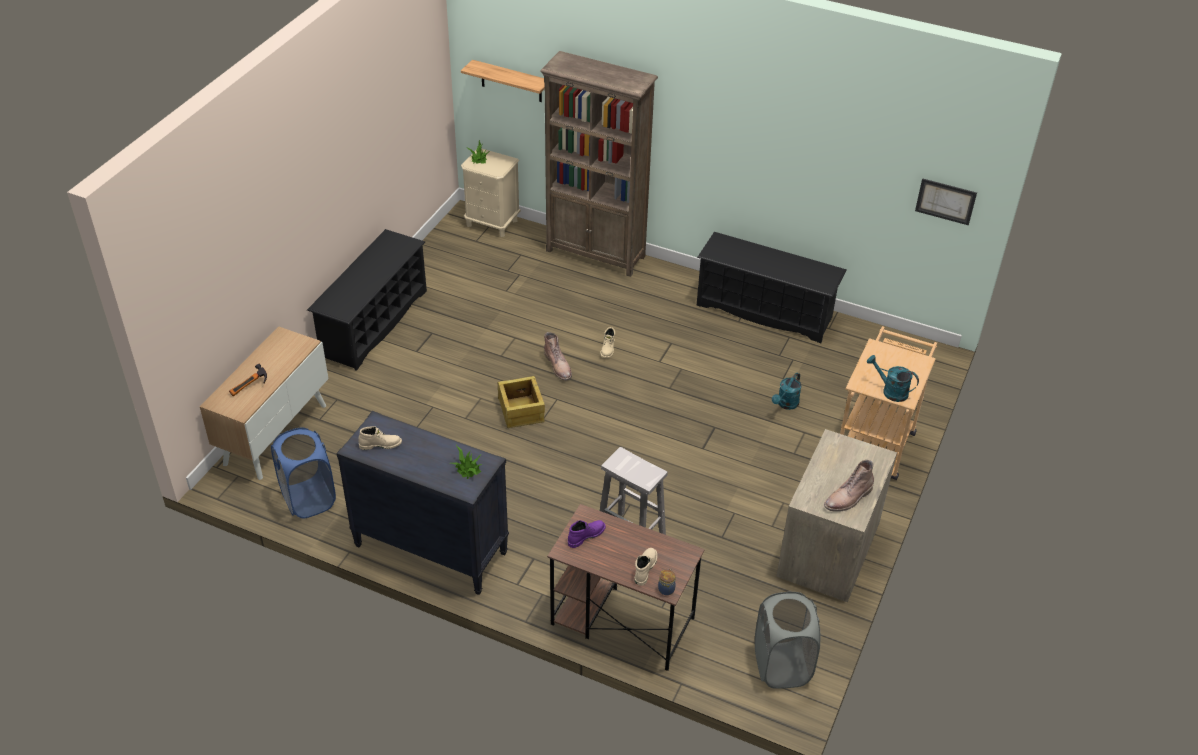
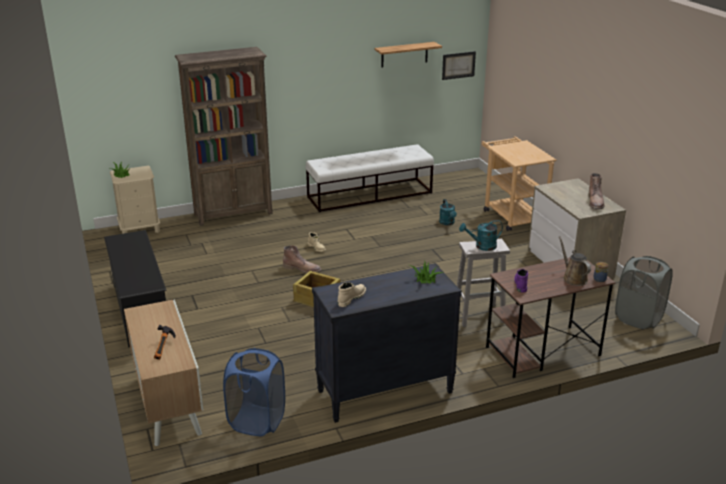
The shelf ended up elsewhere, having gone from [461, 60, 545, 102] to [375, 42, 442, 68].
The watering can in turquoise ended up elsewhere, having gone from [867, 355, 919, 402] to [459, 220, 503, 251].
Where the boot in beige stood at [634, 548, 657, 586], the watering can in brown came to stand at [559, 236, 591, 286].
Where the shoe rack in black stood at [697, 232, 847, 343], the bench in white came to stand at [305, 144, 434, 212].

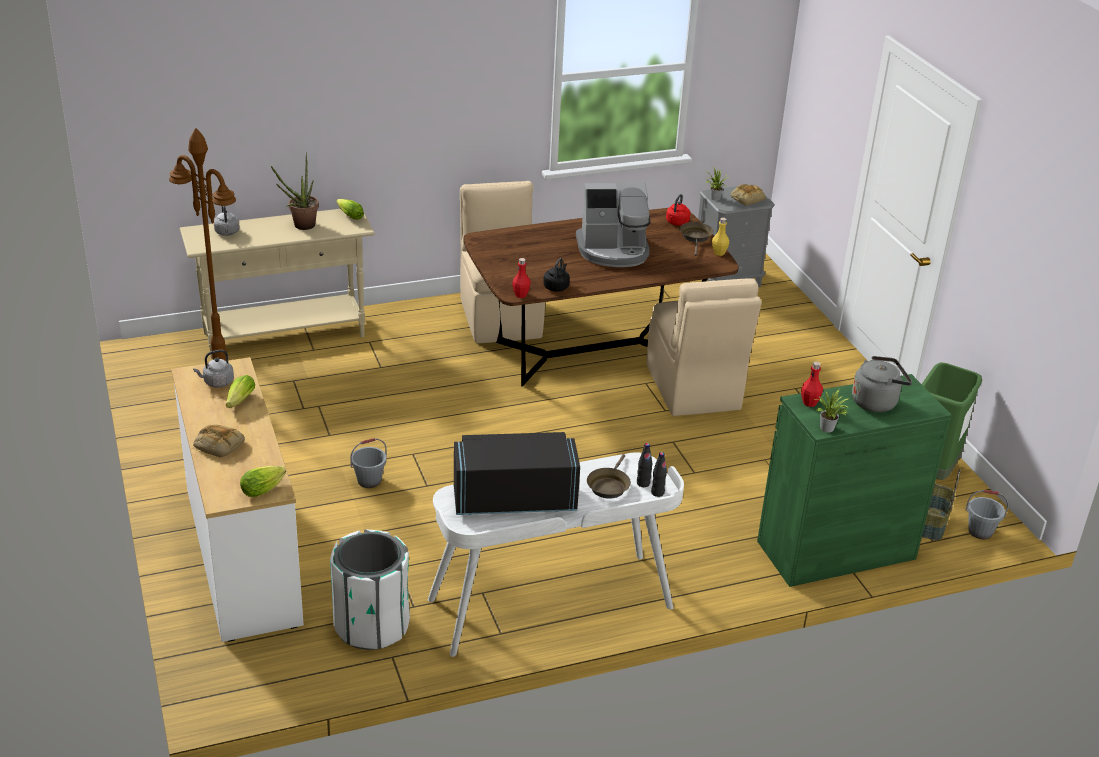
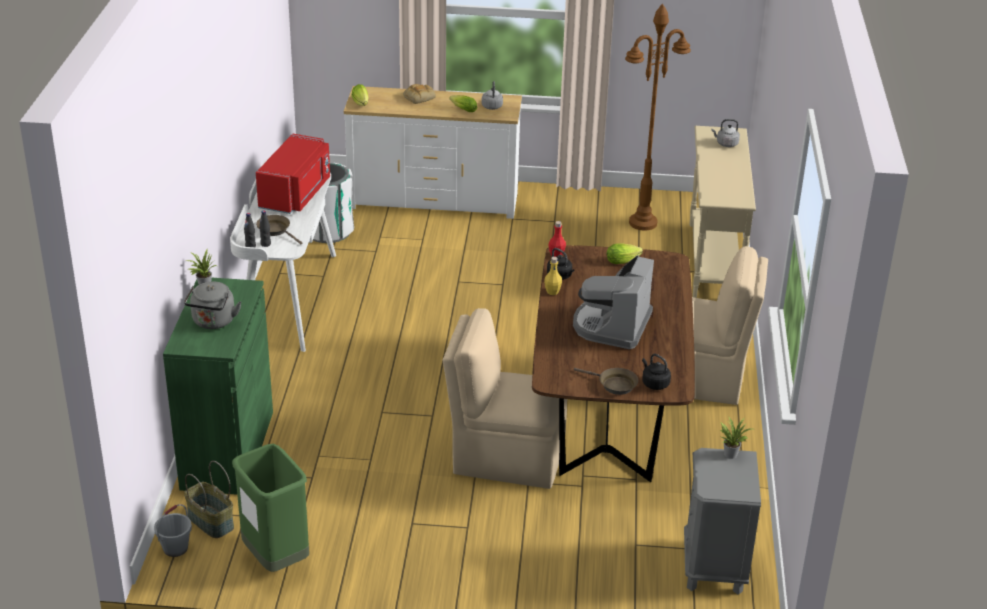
The second view lost the potted plant at [271, 152, 319, 230].
The second view lost the bucket in grey at [350, 438, 387, 488].
The second view lost the bread at [731, 184, 766, 206].
The second view lost the bottle in red at [801, 361, 823, 407].
The lettuce ended up elsewhere, having gone from [336, 199, 364, 220] to [607, 244, 643, 264].
The bottle in yellow ended up elsewhere, having gone from [712, 218, 729, 256] to [544, 257, 562, 295].
What was the microwave in black at [454, 432, 580, 515] turned into the microwave in red at [256, 133, 330, 214].
What was the kettle in red at [666, 194, 690, 226] turned into the kettle in black at [642, 354, 671, 390].

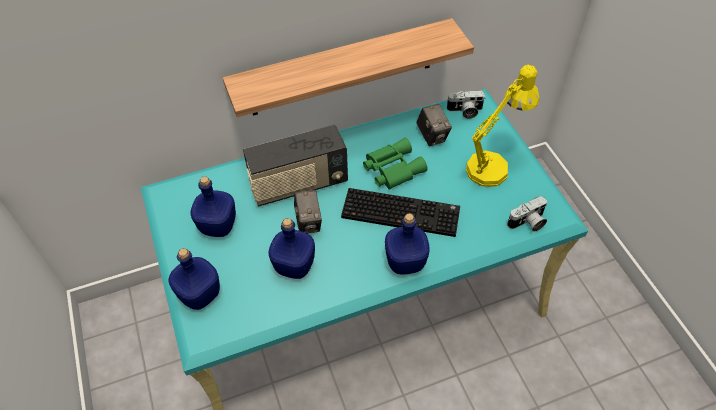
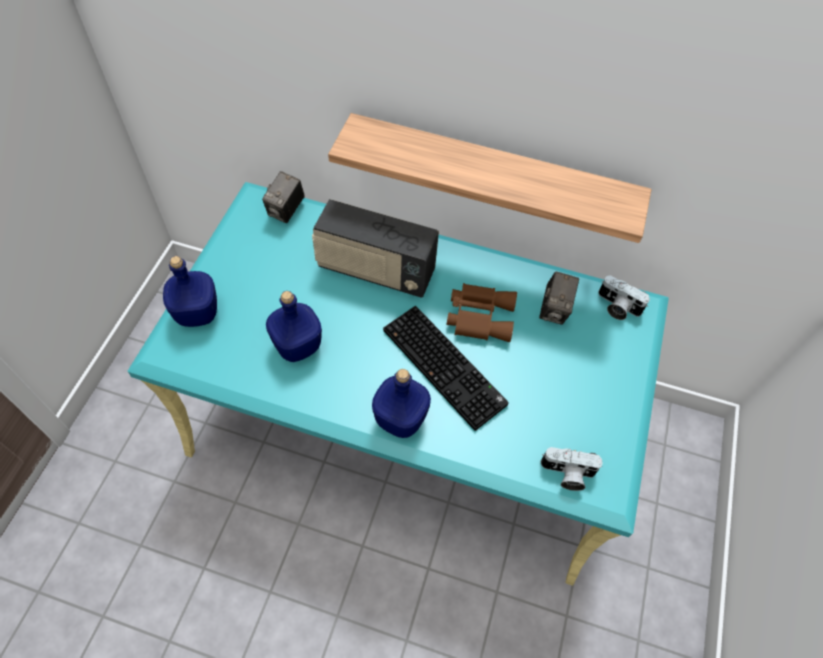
The second view lost the bottle in blue at [190, 176, 236, 237].
The second view lost the table lamp in yellow at [466, 65, 539, 187].
The photo camera ended up elsewhere, having gone from [294, 190, 322, 234] to [262, 171, 305, 223].
What was the binoculars in green at [363, 138, 428, 190] turned into the binoculars in brown at [446, 283, 517, 342].

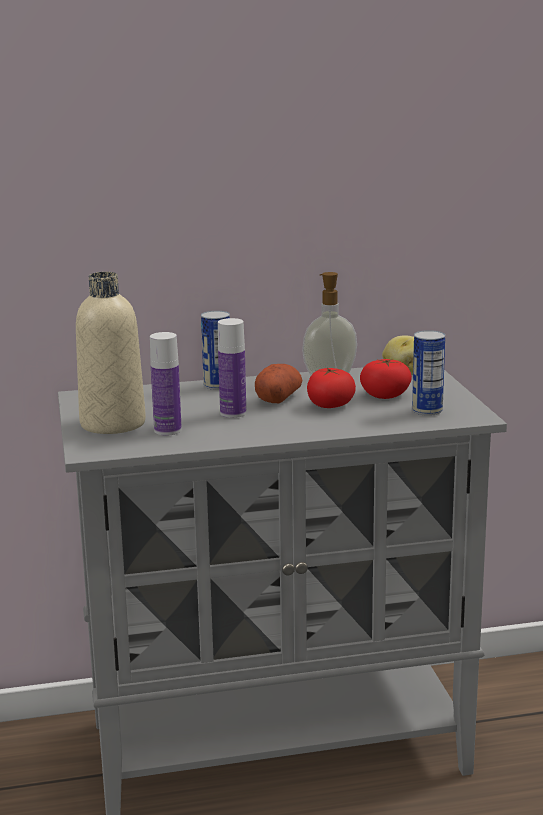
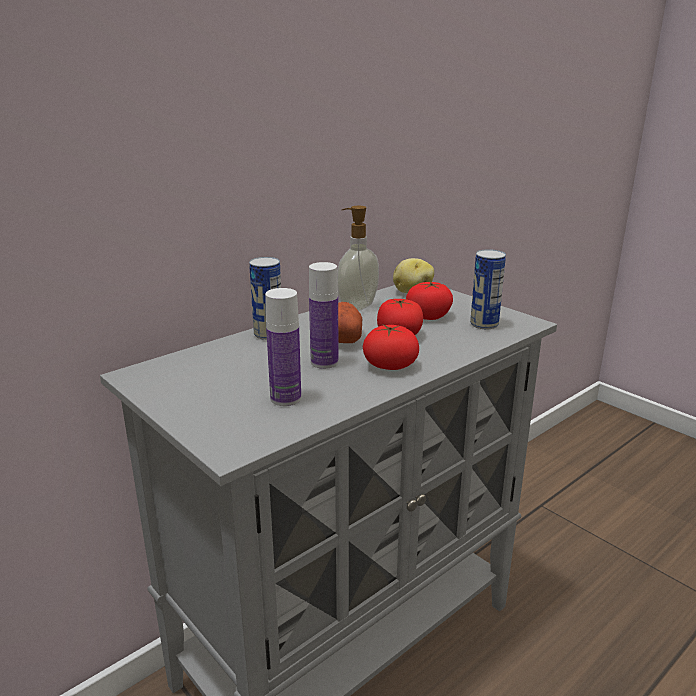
The second view lost the bottle in beige at [76, 272, 146, 434].
The second view gained the tomato at [363, 324, 419, 370].

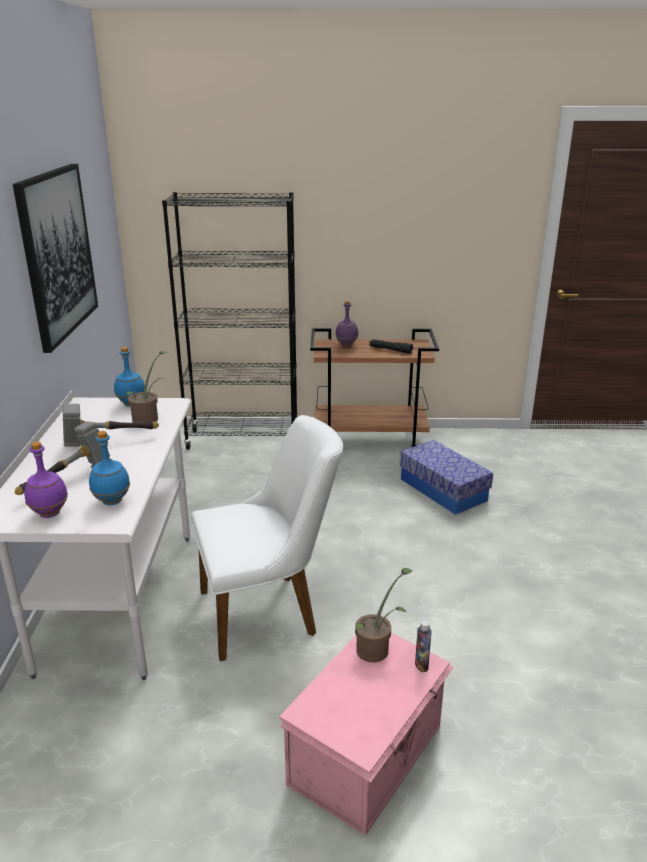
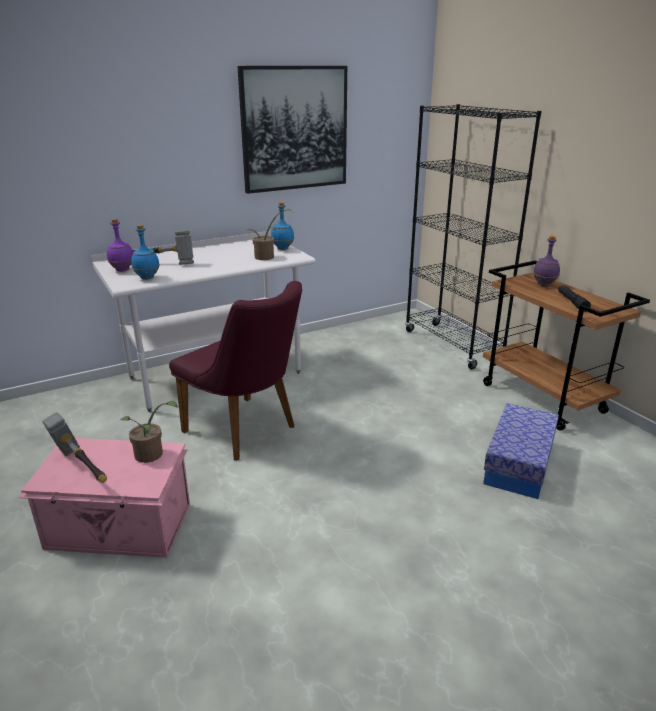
The second view lost the bottle at [415, 620, 431, 672].
The hammer ended up elsewhere, having gone from [63, 404, 159, 447] to [42, 412, 107, 483].
What was the chair in white at [191, 415, 343, 661] turned into the chair in purple at [169, 281, 302, 460].

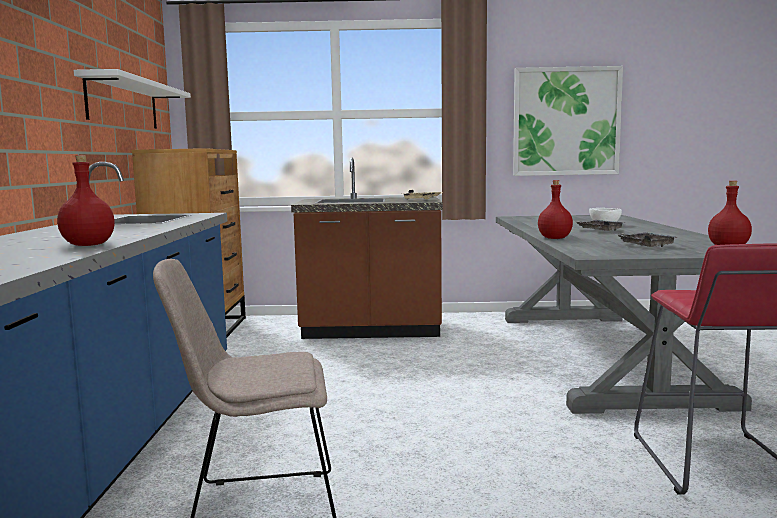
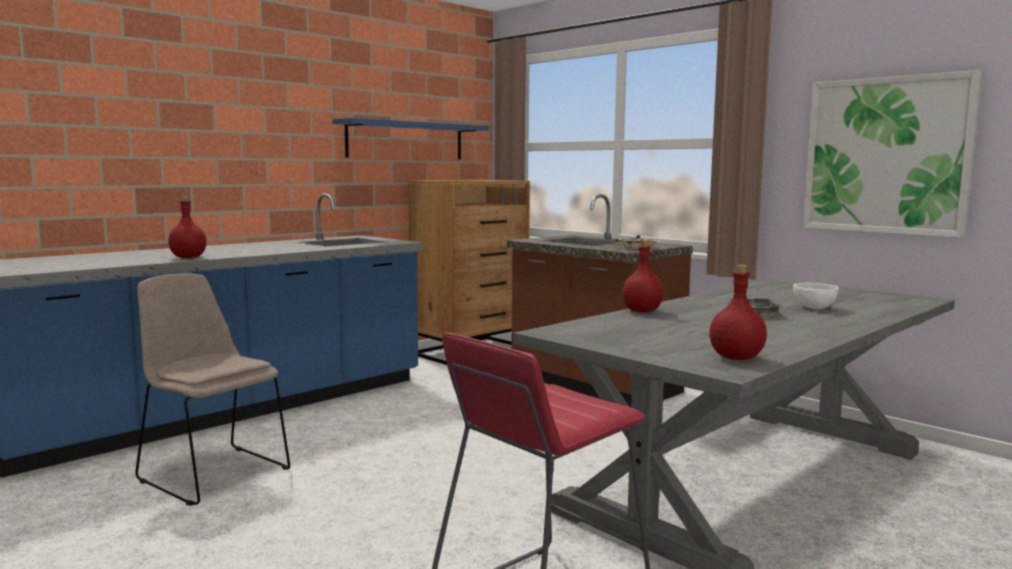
The second view lost the tray in grey at [616, 232, 678, 247].
What was the shelf in white at [74, 69, 191, 129] turned into the shelf in blue at [332, 118, 490, 160].

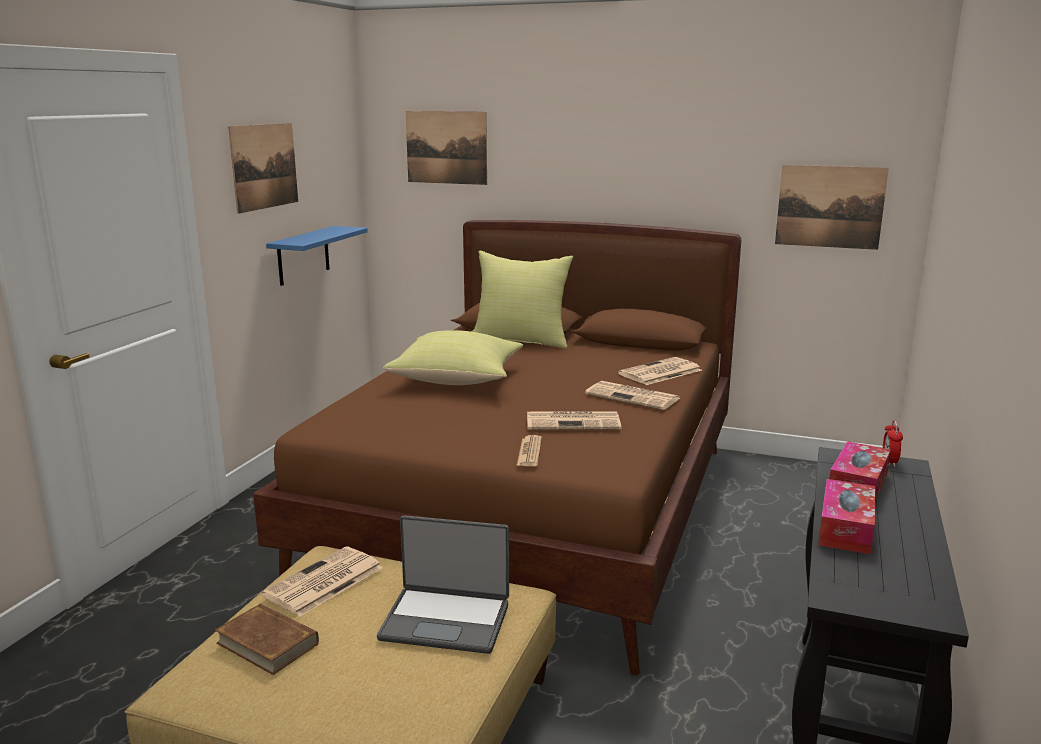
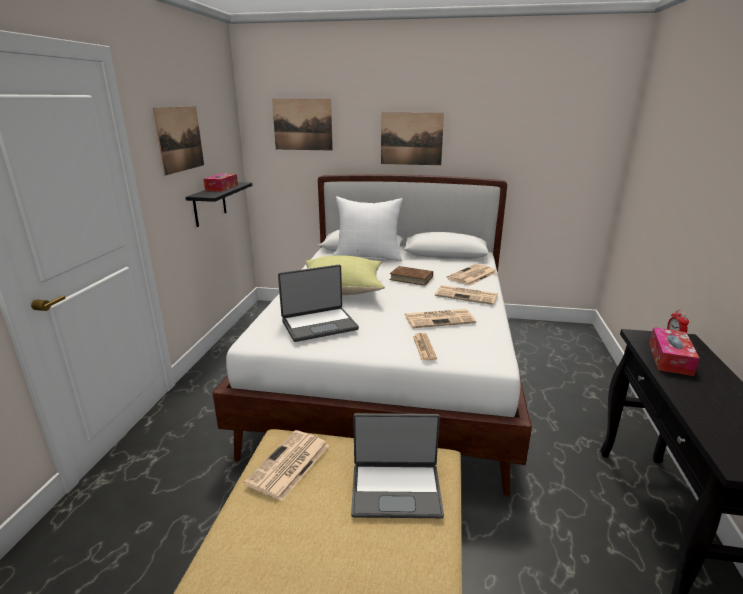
The second view gained the laptop at [278, 265, 359, 342].
The book in brown ended up elsewhere, having gone from [215, 603, 319, 675] to [390, 266, 433, 286].
The picture ended up elsewhere, having gone from [775, 165, 889, 250] to [381, 112, 444, 165].
The tissue box ended up elsewhere, having gone from [818, 479, 875, 554] to [204, 174, 238, 192].
What was the bed in brown at [253, 220, 741, 676] turned into the bed in white at [212, 174, 532, 496].
What was the shelf in blue at [266, 226, 368, 286] turned into the shelf in black at [185, 182, 252, 227].
What was the pillow in yellow at [472, 250, 573, 348] turned into the pillow in white at [333, 196, 403, 261].

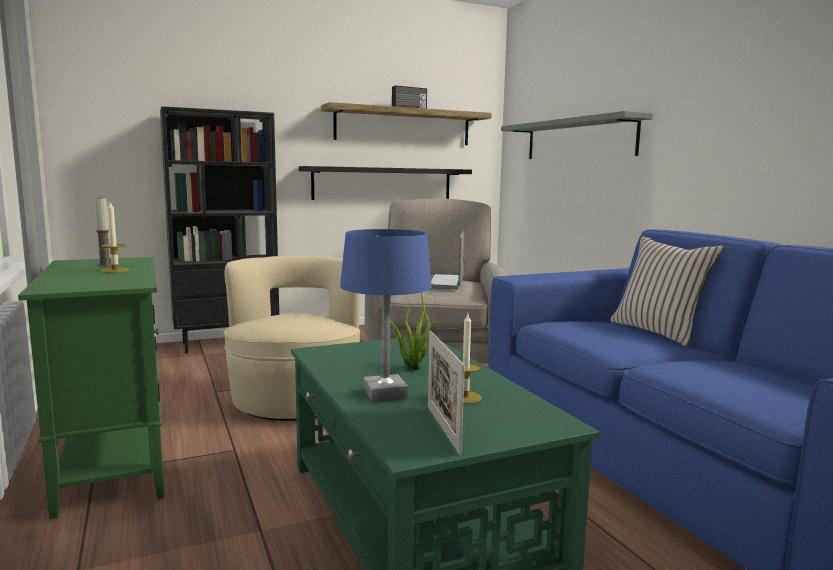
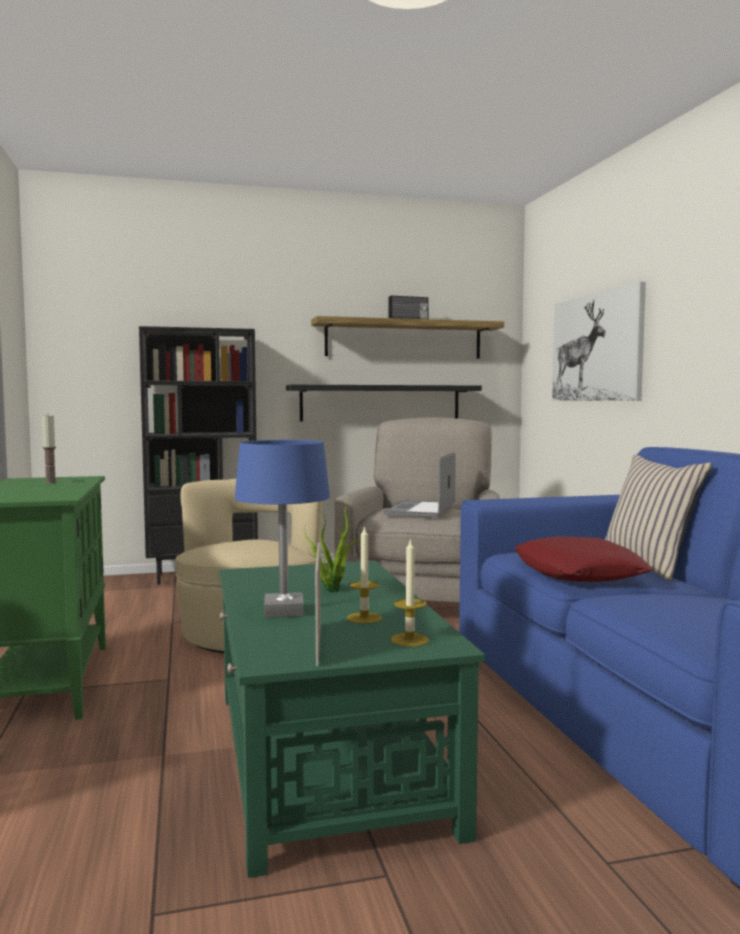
The second view gained the pillow in red at [515, 536, 653, 582].
The candle ended up elsewhere, having gone from [101, 202, 130, 273] to [391, 538, 429, 647].
Where the shelf in grey hung at [501, 111, 653, 159], the picture came to hang at [552, 282, 646, 401].

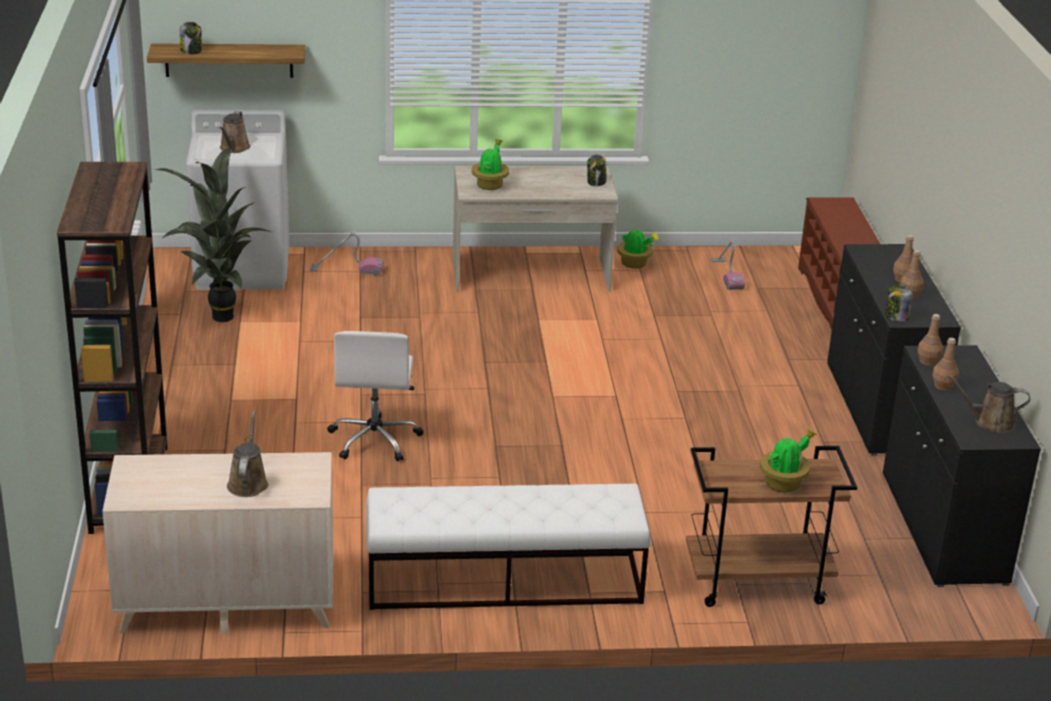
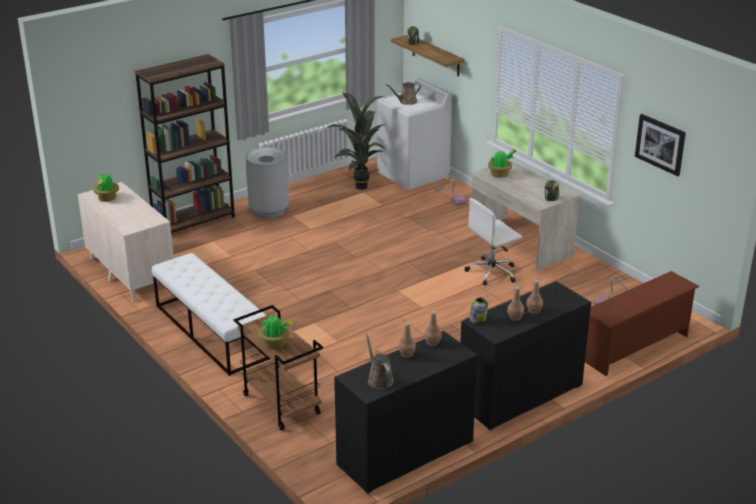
The second view lost the watering can in brown at [227, 411, 268, 497].
The second view gained the trash can in grey at [245, 147, 289, 218].
The second view gained the picture at [635, 114, 686, 176].
The office chair in white ended up elsewhere, having gone from [327, 331, 424, 461] to [464, 198, 522, 286].
The potted plant ended up elsewhere, having gone from [617, 228, 659, 269] to [93, 174, 119, 202].

